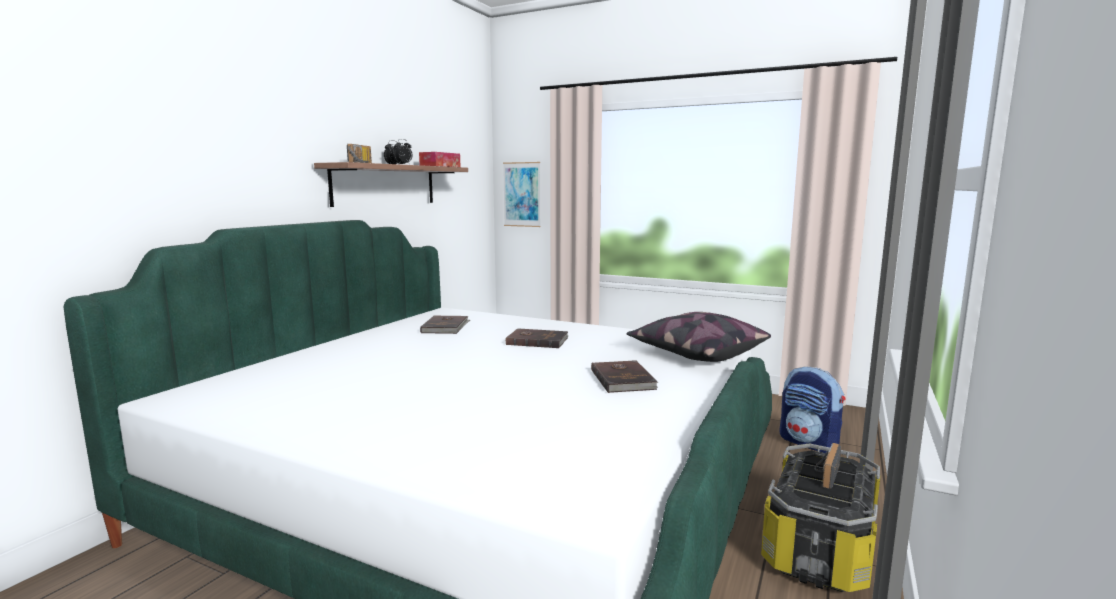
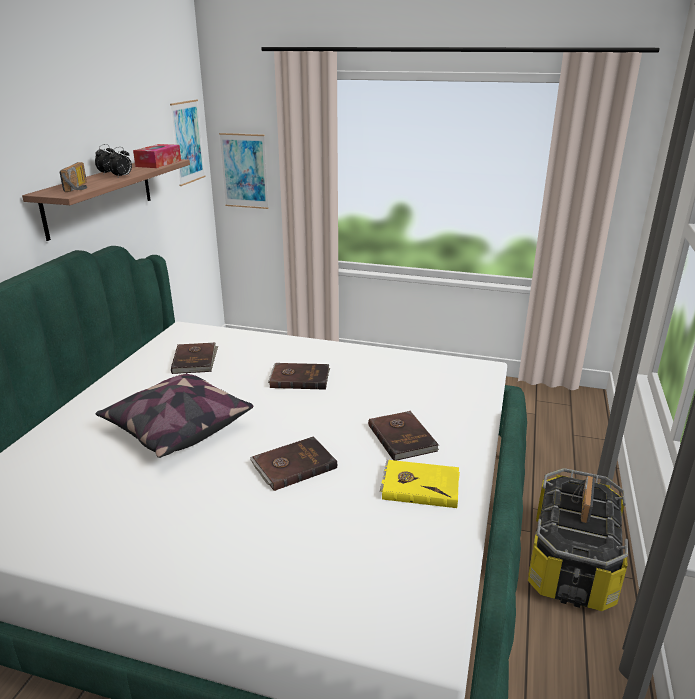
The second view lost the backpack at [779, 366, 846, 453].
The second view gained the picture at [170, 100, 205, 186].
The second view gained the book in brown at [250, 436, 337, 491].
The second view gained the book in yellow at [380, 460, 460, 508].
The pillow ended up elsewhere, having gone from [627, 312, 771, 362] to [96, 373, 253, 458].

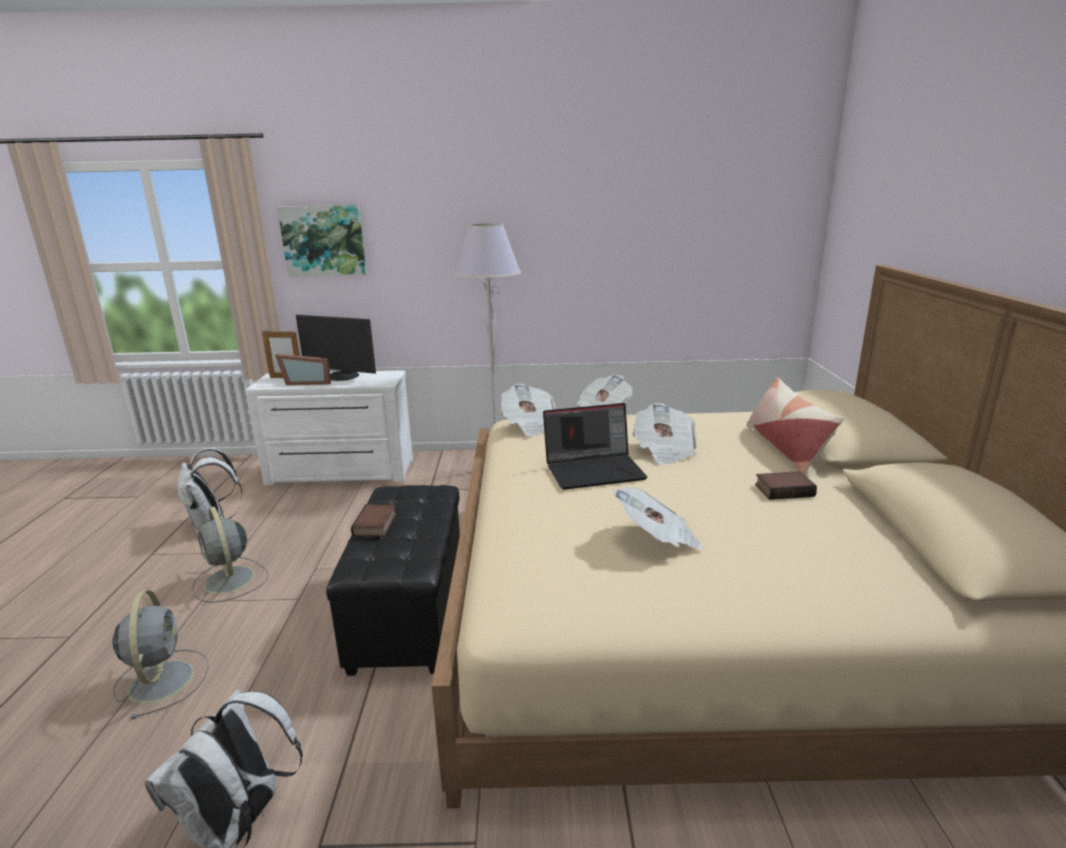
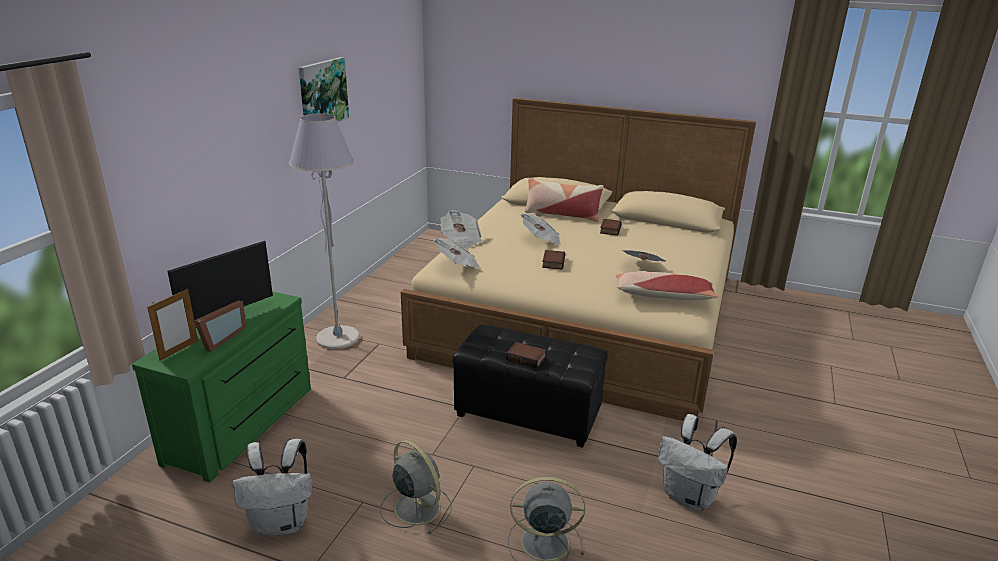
The second view gained the pillow at [616, 271, 719, 300].
The picture ended up elsewhere, having gone from [277, 205, 367, 277] to [299, 57, 349, 122].
Where the laptop stood at [543, 403, 647, 490], the book came to stand at [542, 250, 565, 269].
What was the dresser in white at [245, 370, 413, 485] turned into the dresser in green at [132, 291, 311, 483].
The fan in grey at [192, 506, 269, 603] ended up facing another way, 120 degrees counterclockwise from before.

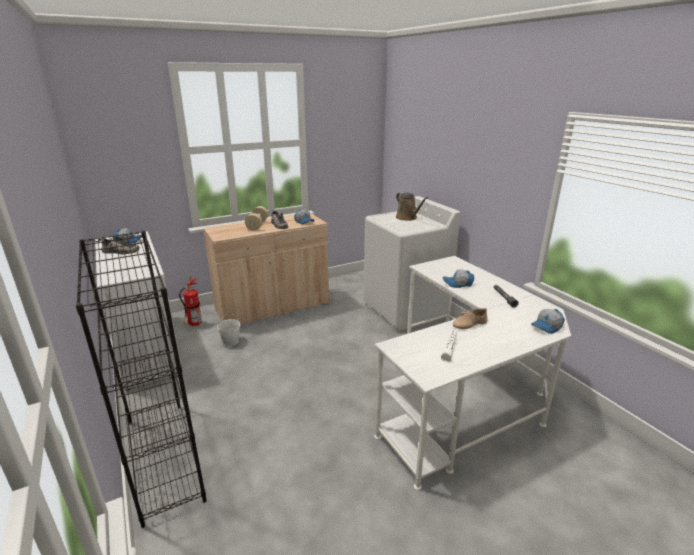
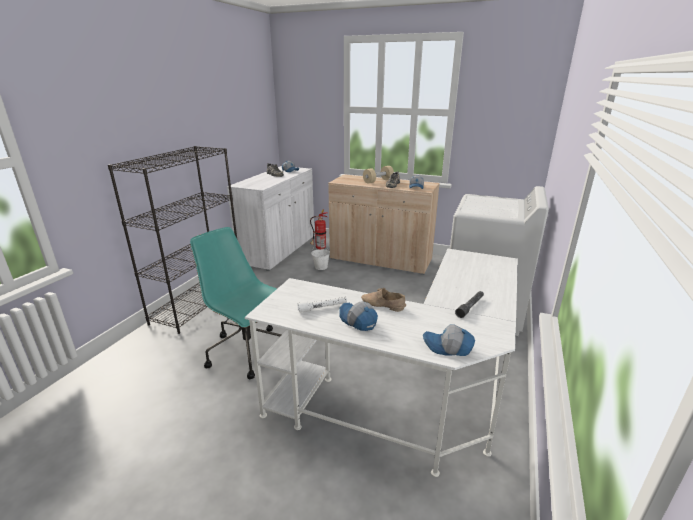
The second view lost the watering can in brown at [396, 192, 428, 221].
The second view gained the office chair in turquoise at [190, 227, 282, 379].
The cap ended up elsewhere, having gone from [443, 269, 474, 288] to [339, 301, 378, 331].

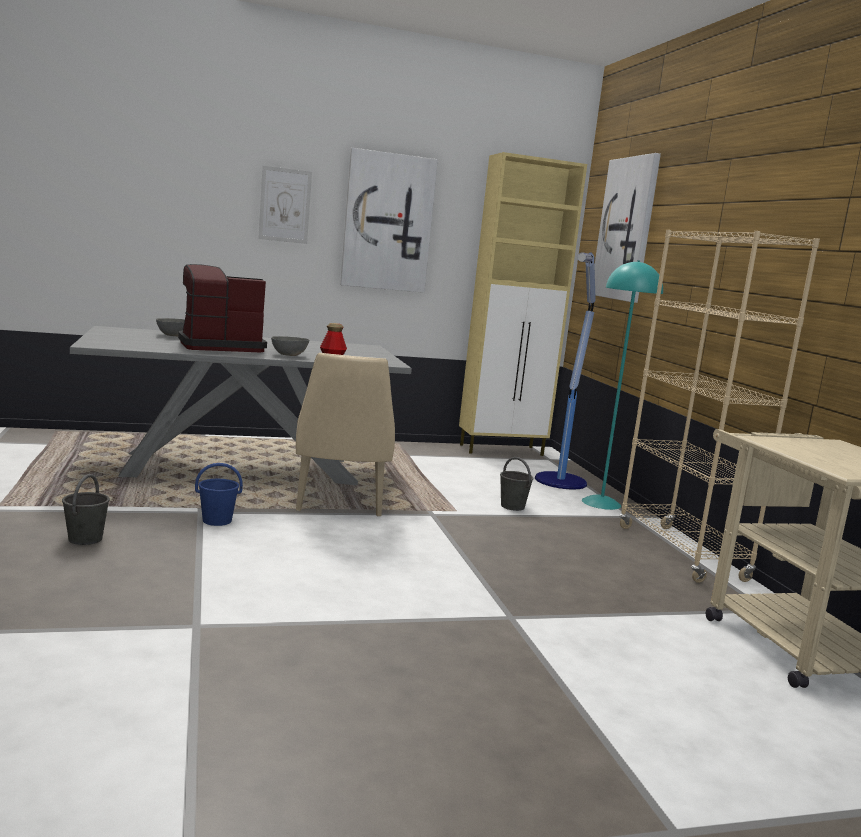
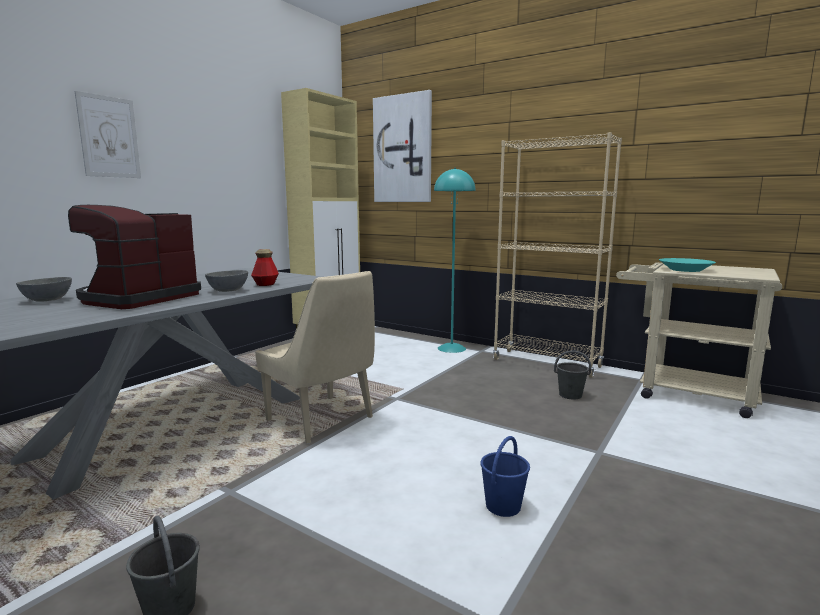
The second view lost the picture at [340, 148, 438, 293].
The second view lost the floor lamp at [535, 253, 596, 489].
The second view gained the bowl in turquoise at [659, 258, 716, 272].
The bucket in blue ended up elsewhere, having gone from [195, 463, 243, 526] to [481, 436, 530, 517].
The bucket in grey ended up elsewhere, having gone from [500, 457, 533, 511] to [554, 350, 591, 400].

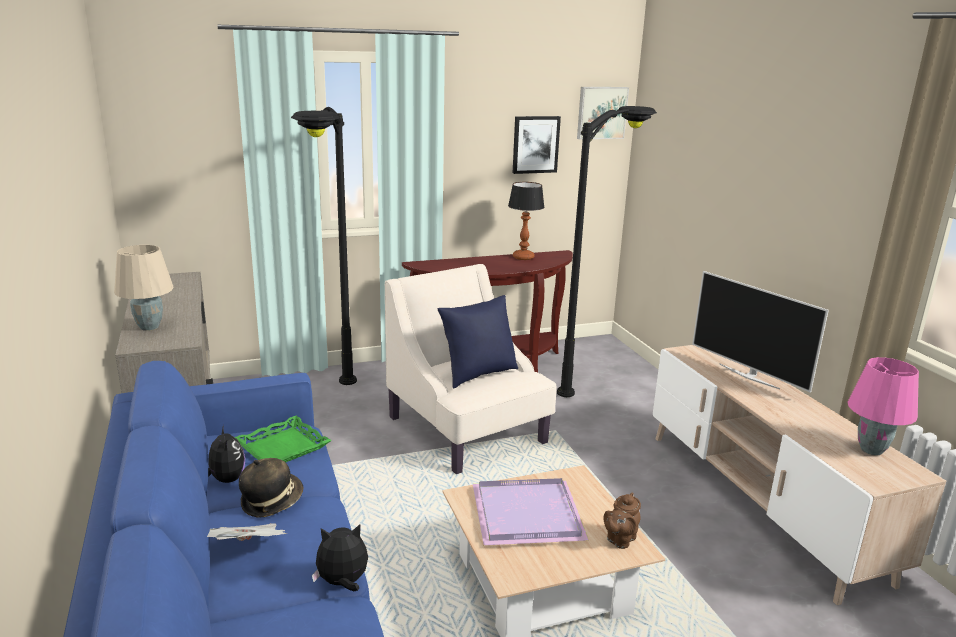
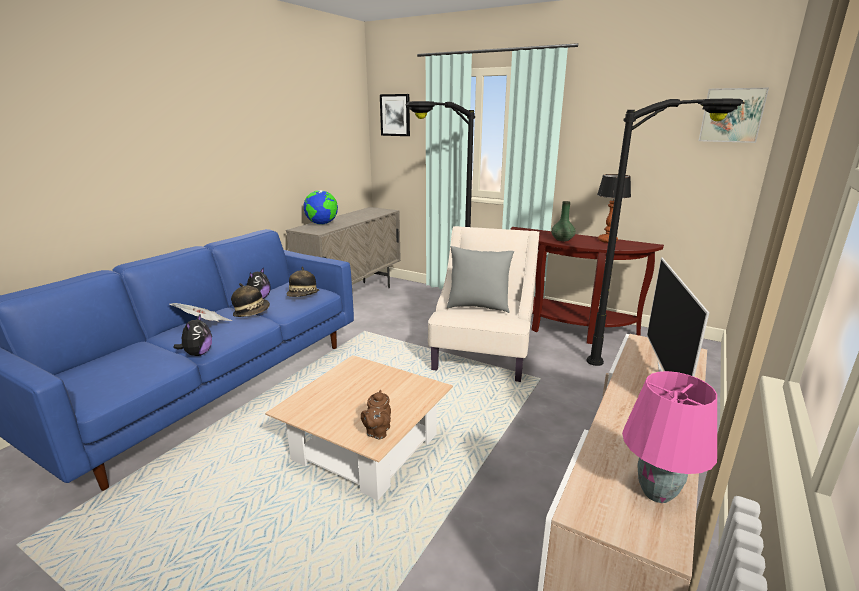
The second view lost the tray in purple at [473, 478, 589, 545].
The second view gained the vase in green at [551, 201, 576, 241].
The picture ended up elsewhere, having gone from [513, 116, 561, 174] to [380, 94, 410, 136].
Where the table lamp in beige stood at [114, 245, 174, 331], the globe came to stand at [304, 190, 338, 225].
Where the tray in green stood at [235, 416, 332, 463], the hat came to stand at [286, 267, 319, 297].
What was the pillow in blue at [437, 295, 518, 388] turned into the pillow in grey at [447, 246, 514, 313].
The plush toy at [312, 524, 368, 591] ended up facing another way, 60 degrees clockwise from before.
The teapot in brown at [603, 492, 641, 549] ended up facing another way, 75 degrees counterclockwise from before.

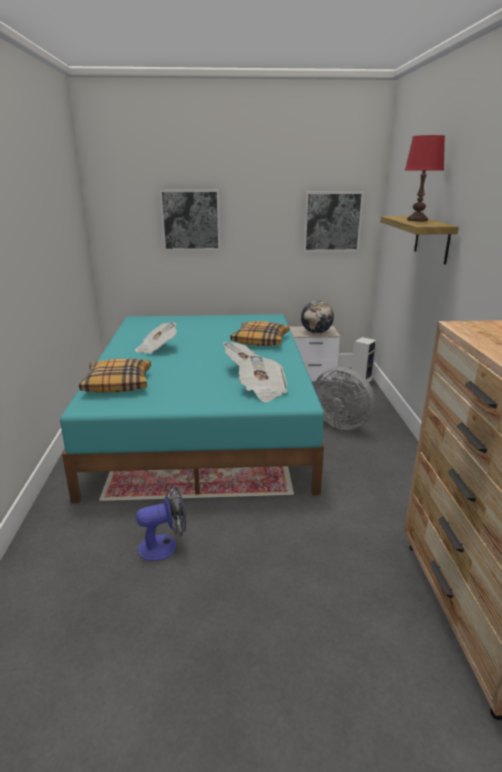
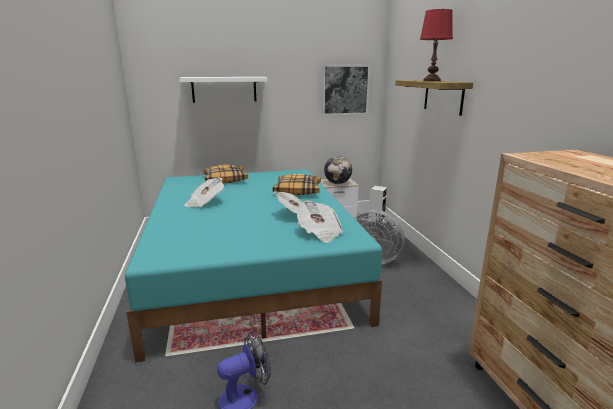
The pillow ended up elsewhere, having gone from [79, 359, 151, 392] to [203, 165, 248, 183].
Where the picture hung at [159, 190, 220, 251], the shelf in white came to hang at [179, 77, 267, 103].

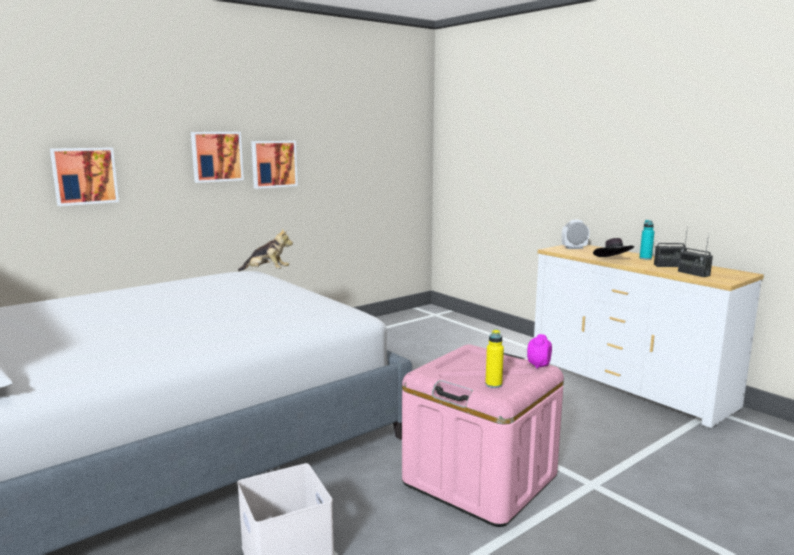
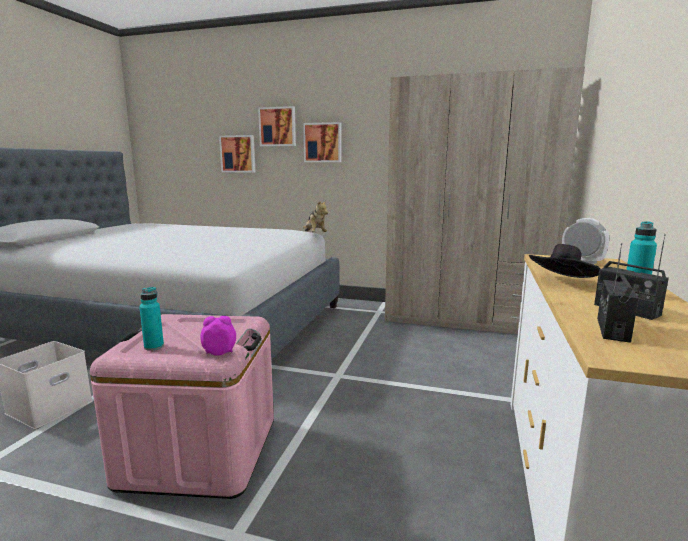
The second view gained the wardrobe in beige at [385, 67, 585, 334].
The picture ended up elsewhere, having gone from [251, 141, 298, 189] to [258, 106, 296, 146].
What was the bottle in yellow at [485, 329, 504, 388] turned into the bottle in turquoise at [139, 287, 164, 351].

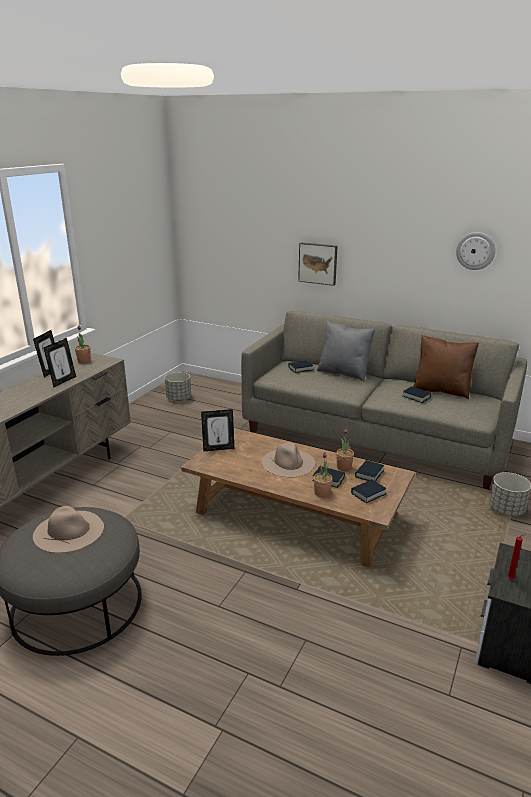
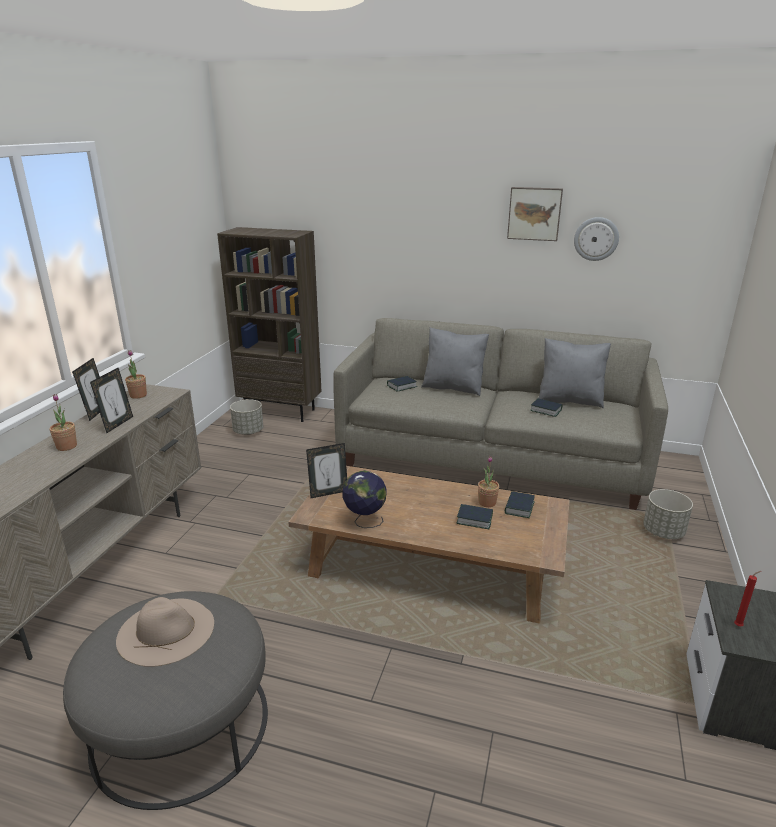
The second view lost the hat in beige at [262, 442, 315, 477].
The second view lost the book at [351, 480, 386, 503].
The second view gained the bookcase in brown at [217, 227, 322, 422].
The second view gained the globe at [342, 470, 386, 528].
The picture ended up elsewhere, having gone from [298, 242, 338, 286] to [507, 187, 563, 241].
The potted plant ended up elsewhere, having gone from [314, 452, 333, 498] to [49, 394, 77, 451].
What was the pillow in brown at [413, 335, 479, 399] turned into the pillow in grey at [539, 338, 611, 408].

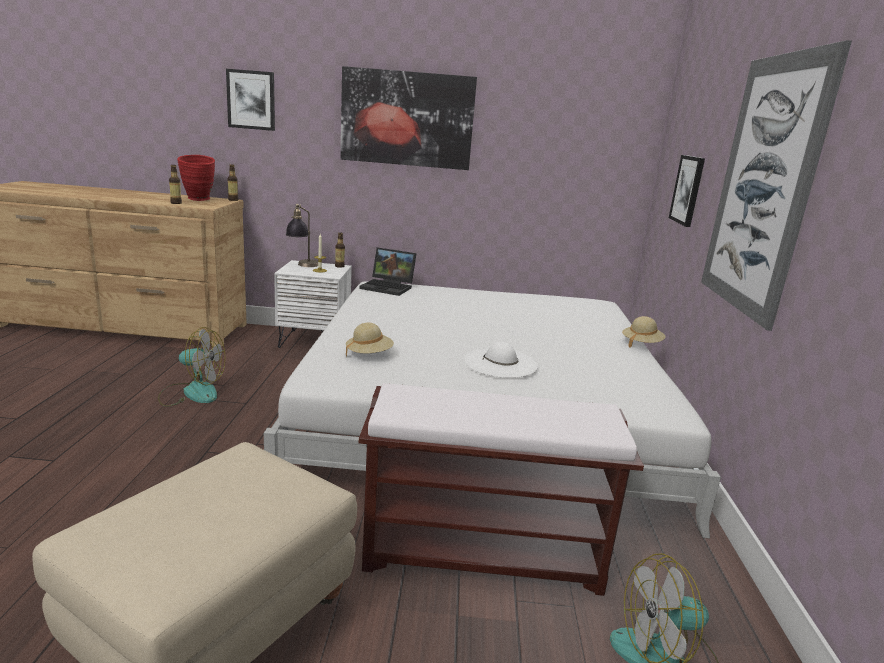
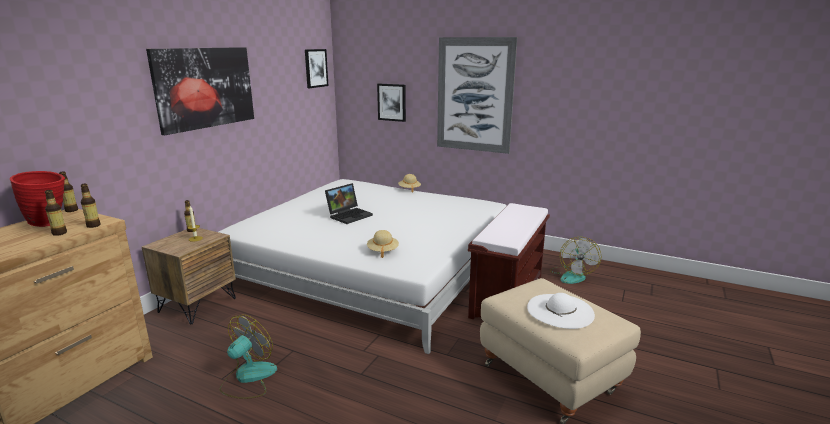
The second view lost the table lamp at [286, 204, 318, 267].
The second view gained the bottle at [80, 184, 101, 228].
The picture ended up elsewhere, having gone from [226, 69, 275, 131] to [305, 49, 328, 88].
The laptop ended up elsewhere, having gone from [359, 247, 417, 296] to [325, 183, 373, 224].
The hat in white ended up elsewhere, having gone from [464, 342, 538, 378] to [527, 293, 595, 329].
What was the nightstand in white at [274, 260, 352, 348] turned into the nightstand in brown at [142, 228, 236, 324].

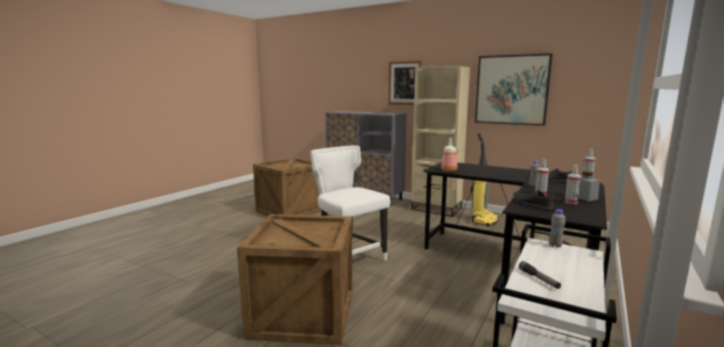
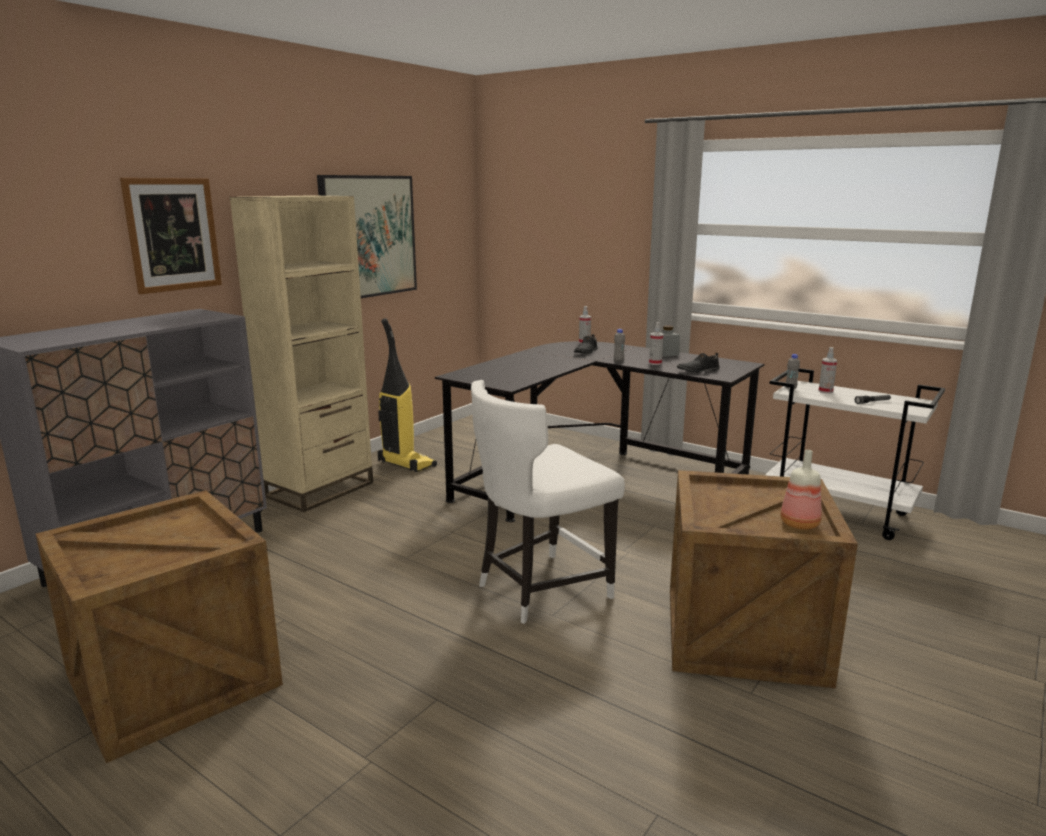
The bottle ended up elsewhere, having gone from [441, 138, 458, 172] to [780, 450, 822, 530].
The spray bottle ended up elsewhere, having gone from [565, 165, 581, 204] to [819, 347, 837, 393].

